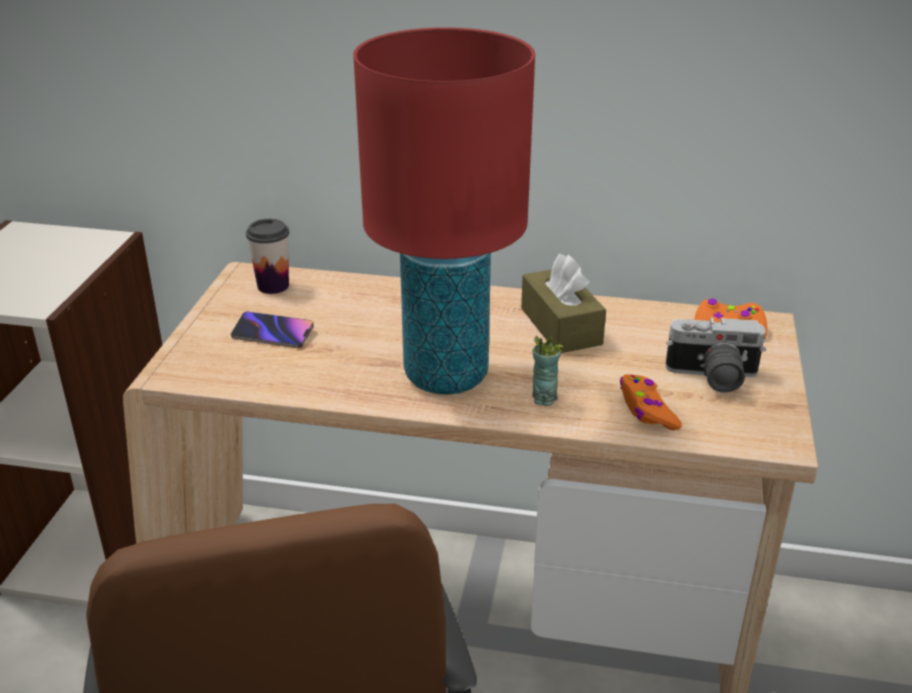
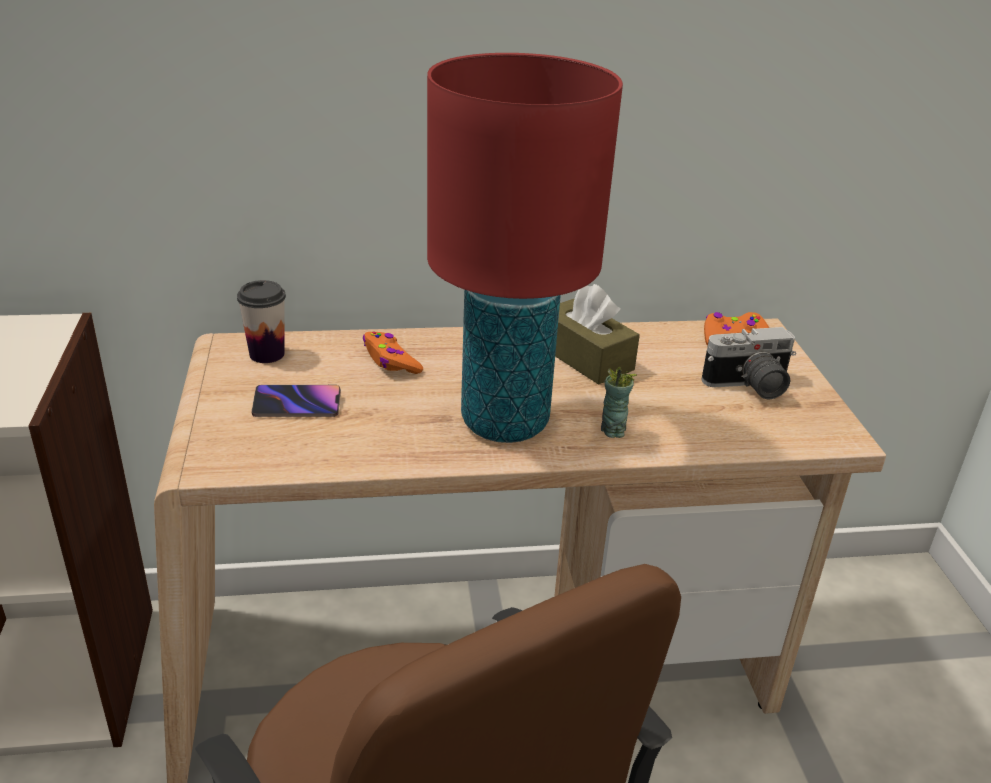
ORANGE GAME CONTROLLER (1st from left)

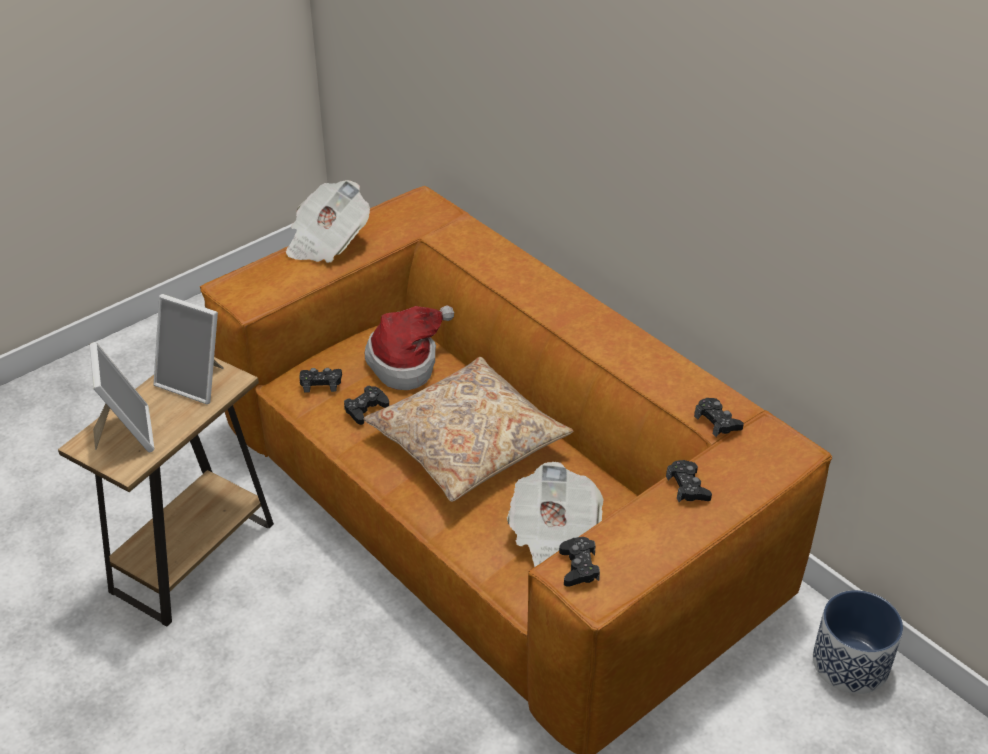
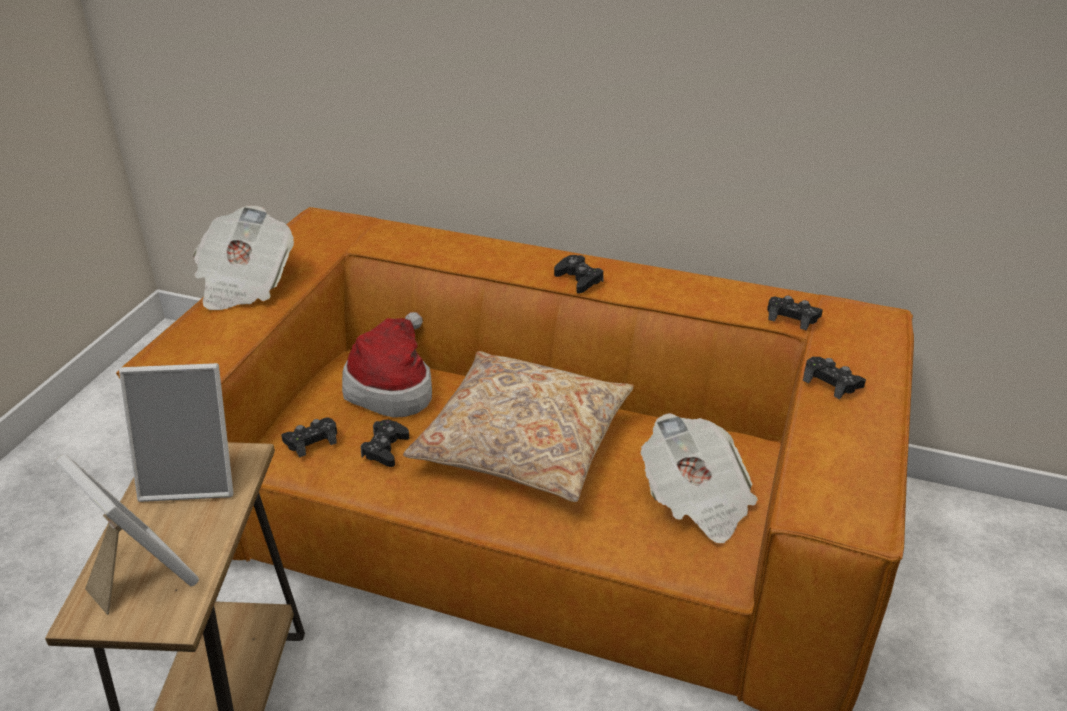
BLACK GAME CONTROLLER (3rd from left)
PLANTER

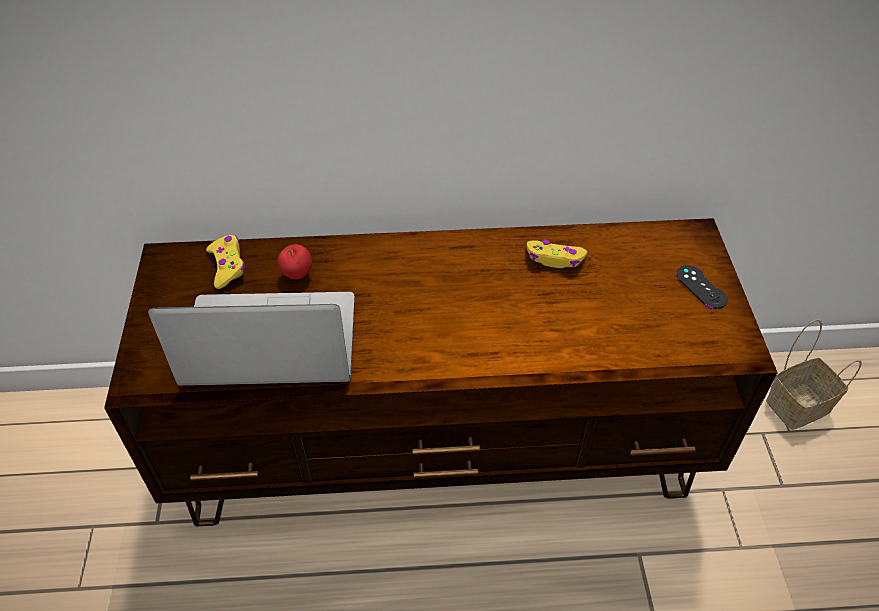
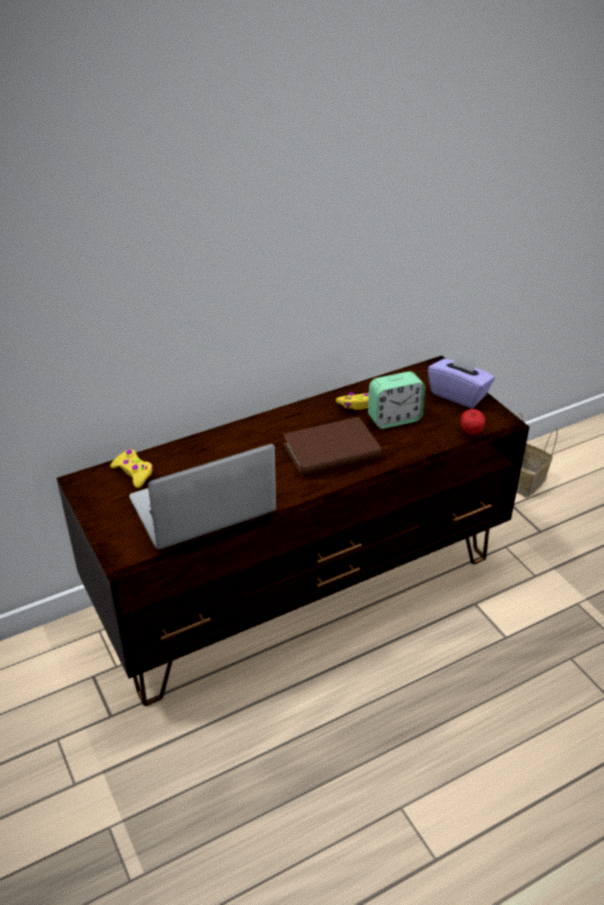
APPLE
PURPLE TISSUE BOX
ALARM CLOCK
BROWN BOOK

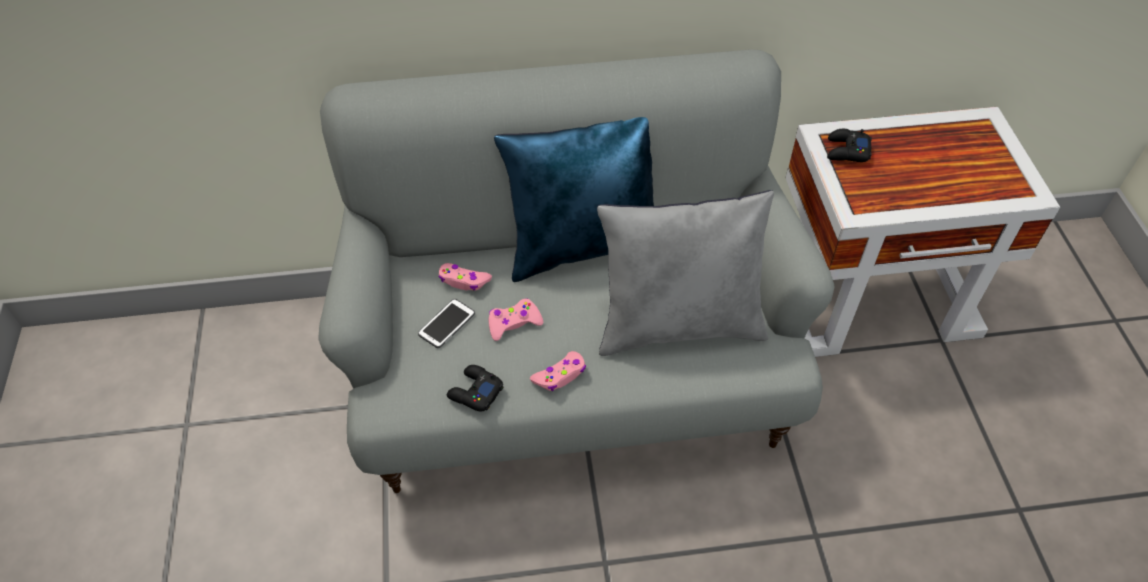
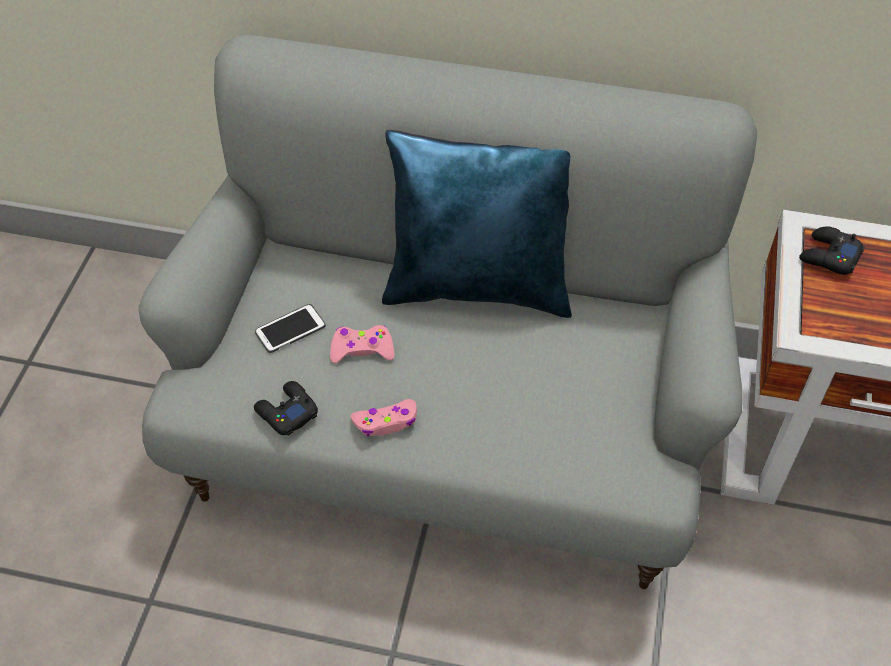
GREY PILLOW
PINK GAME CONTROLLER (1st from left in the first image)

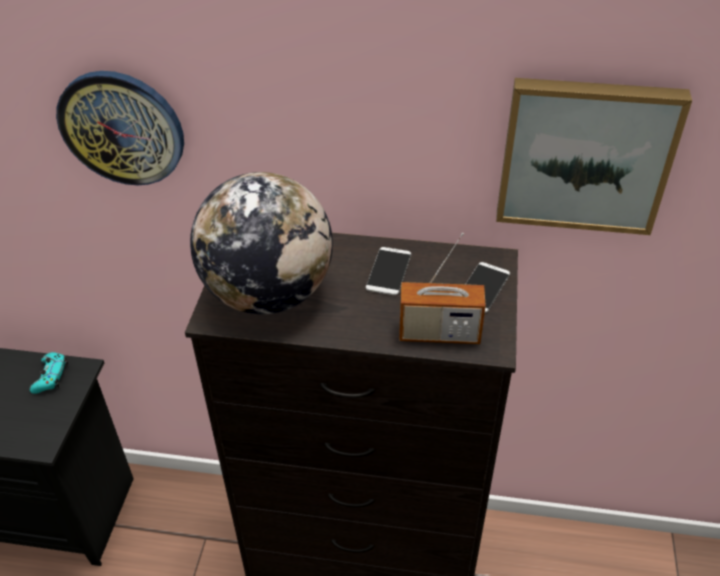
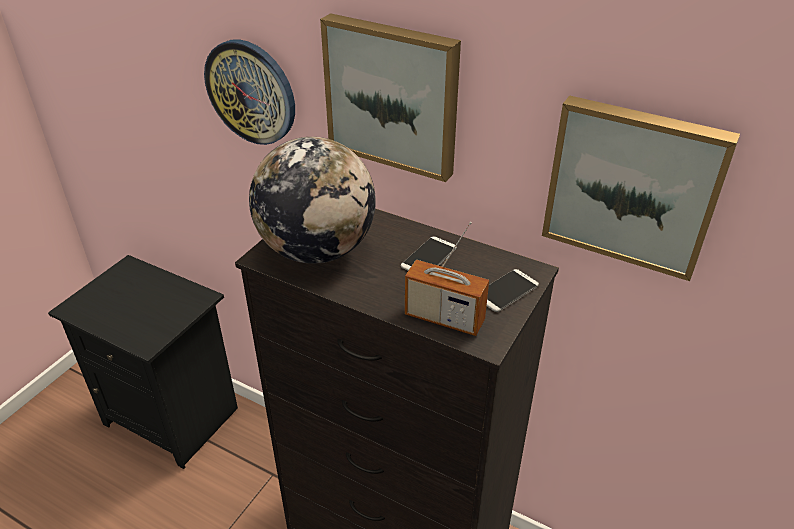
TURQUOISE GAME CONTROLLER
PICTURE (1st from left)

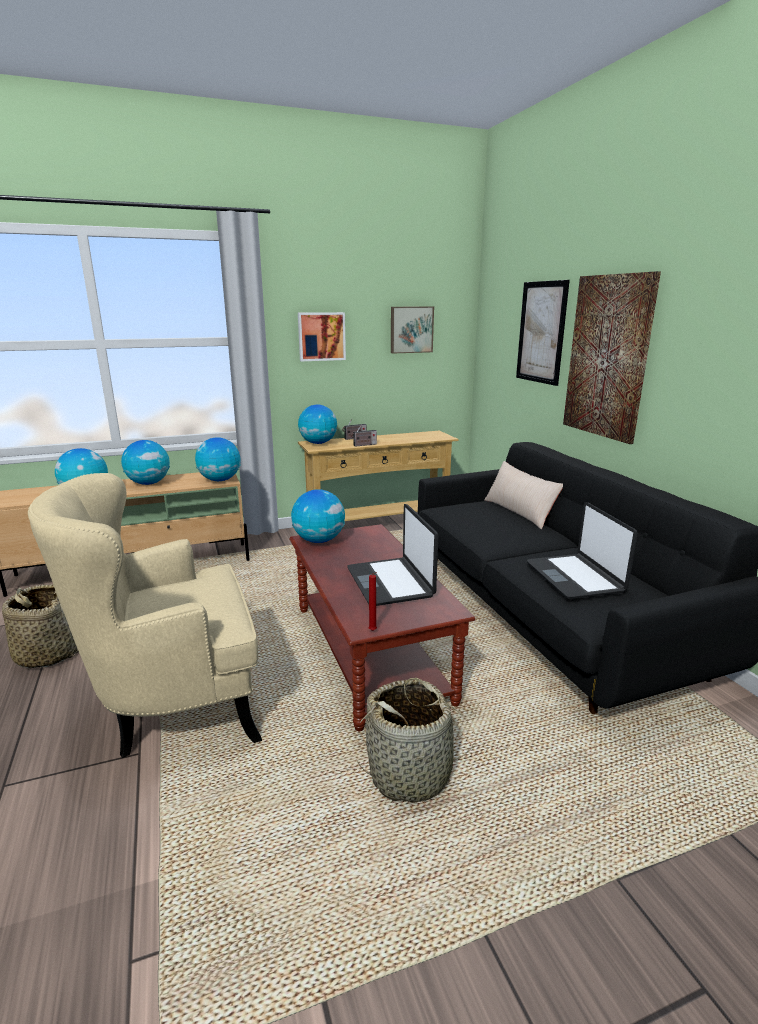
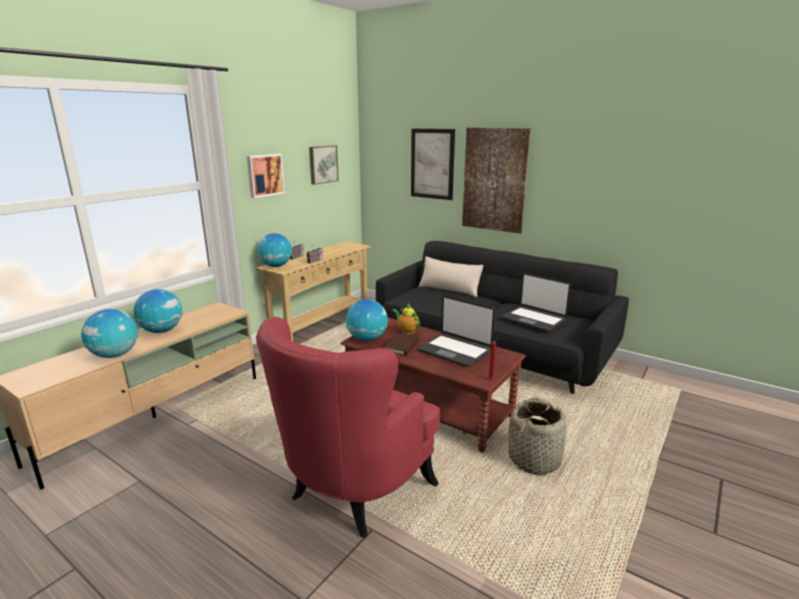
GLOBE (3rd from left in the first image)
RED ARMCHAIR
BASKET (1st from left in the first image)
TEAPOT
BROWN BOOK

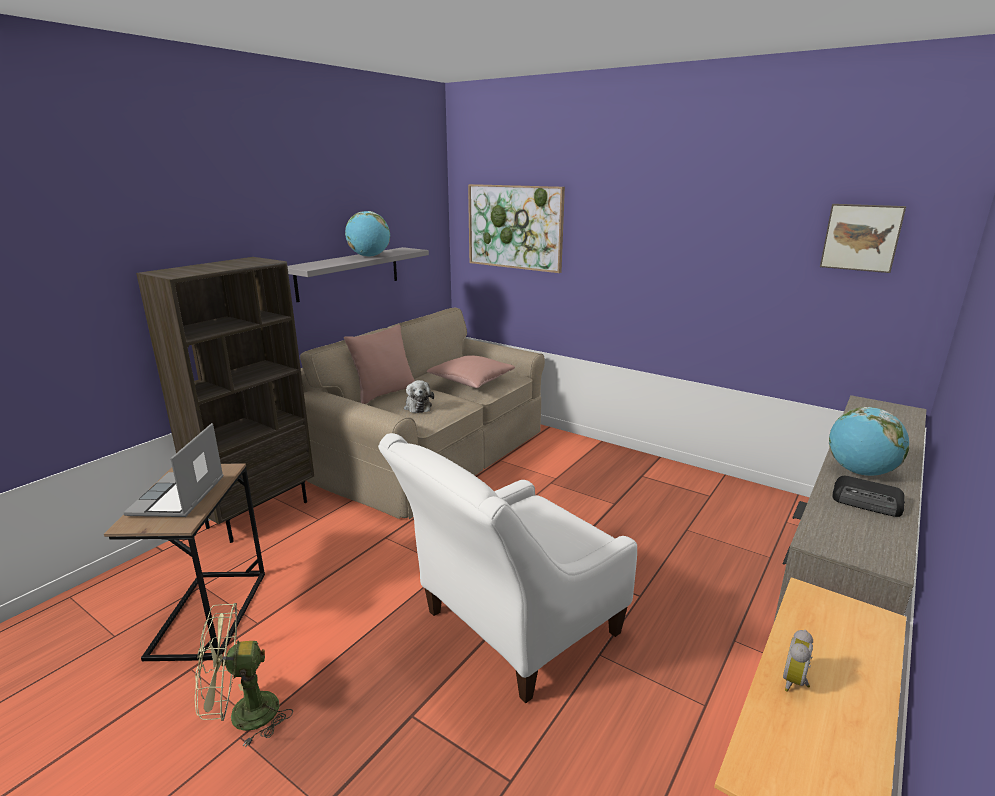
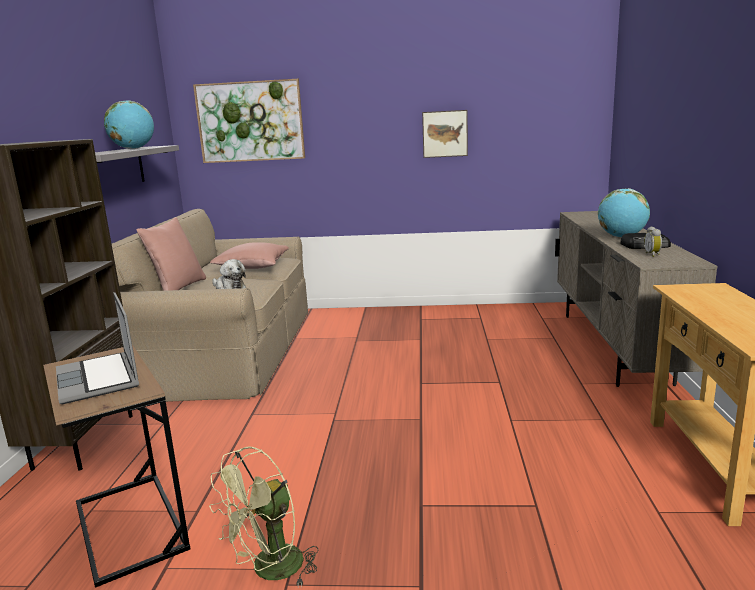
PICTURE (2nd from left)
WHITE ARMCHAIR
ALARM CLOCK

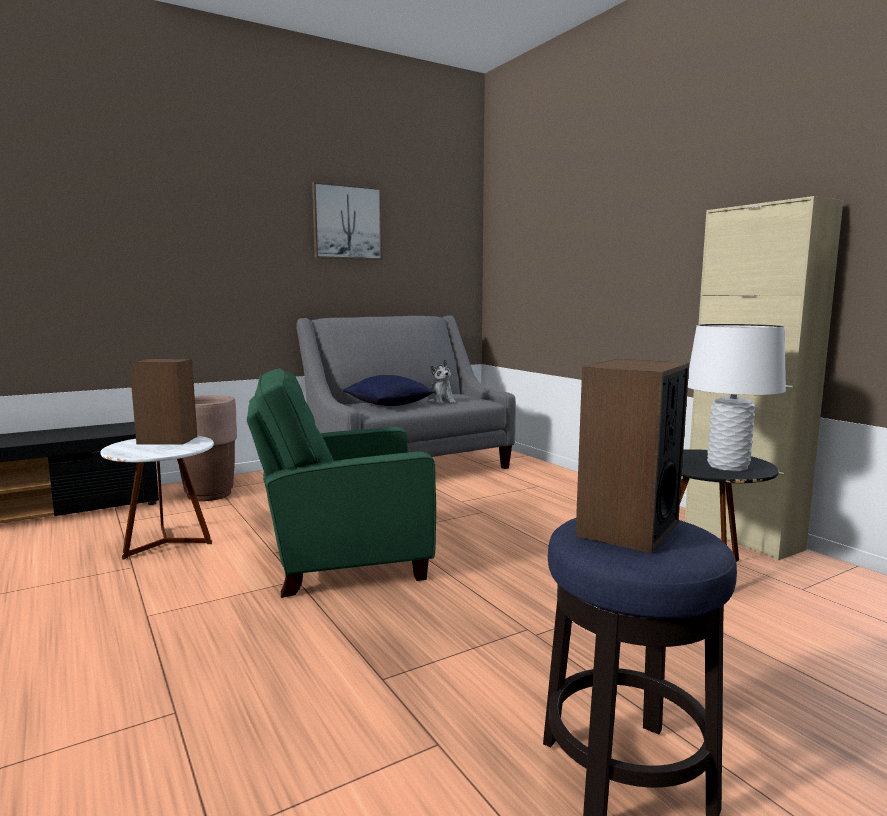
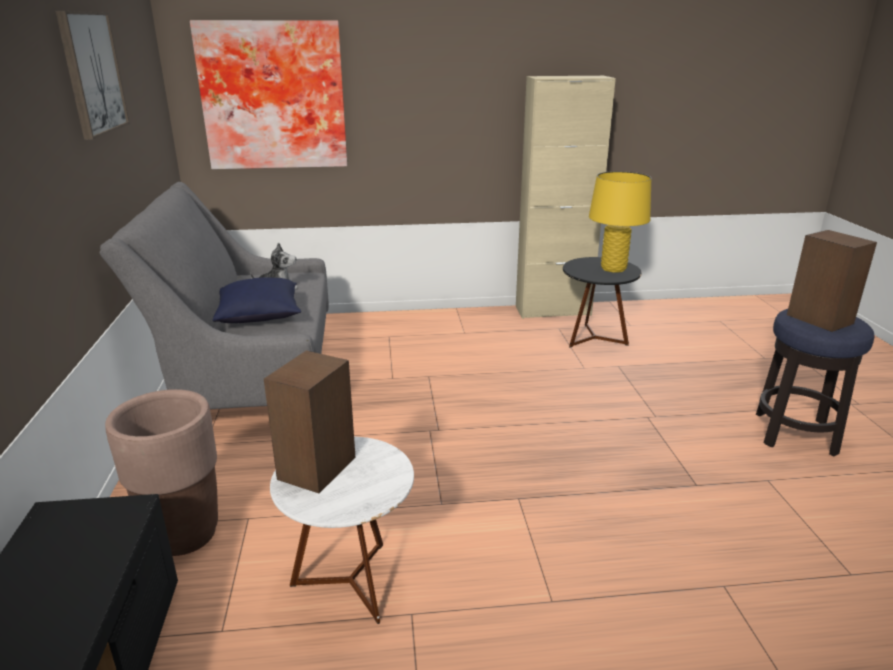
YELLOW TABLE LAMP
GREEN ARMCHAIR
PICTURE (2nd from left)

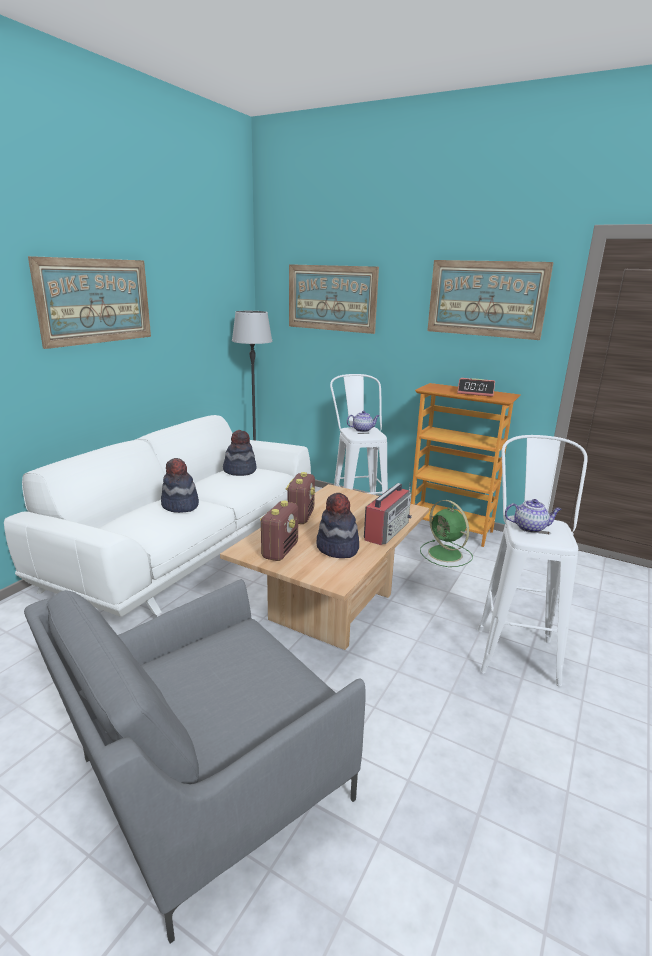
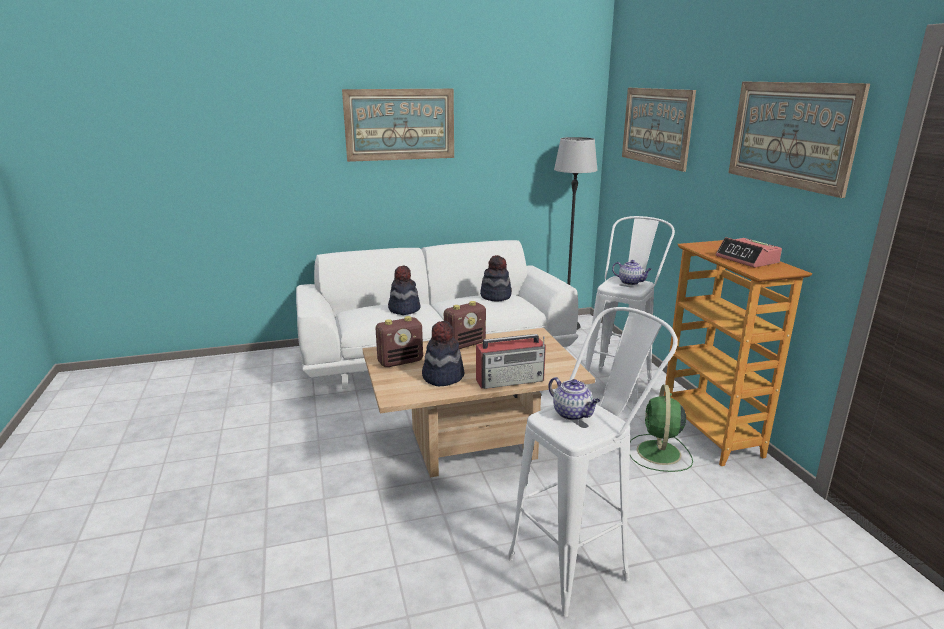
GREY ARMCHAIR

